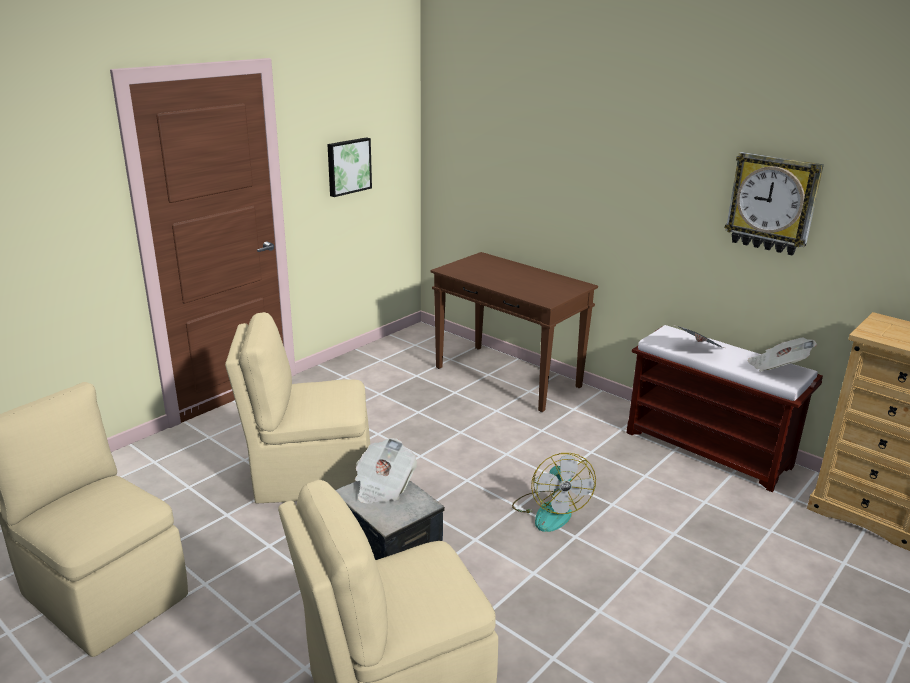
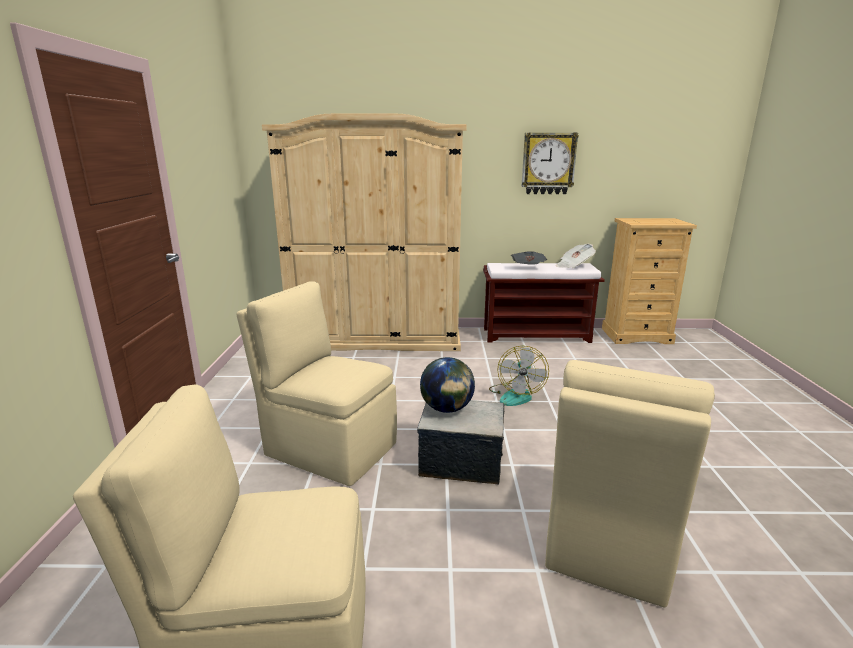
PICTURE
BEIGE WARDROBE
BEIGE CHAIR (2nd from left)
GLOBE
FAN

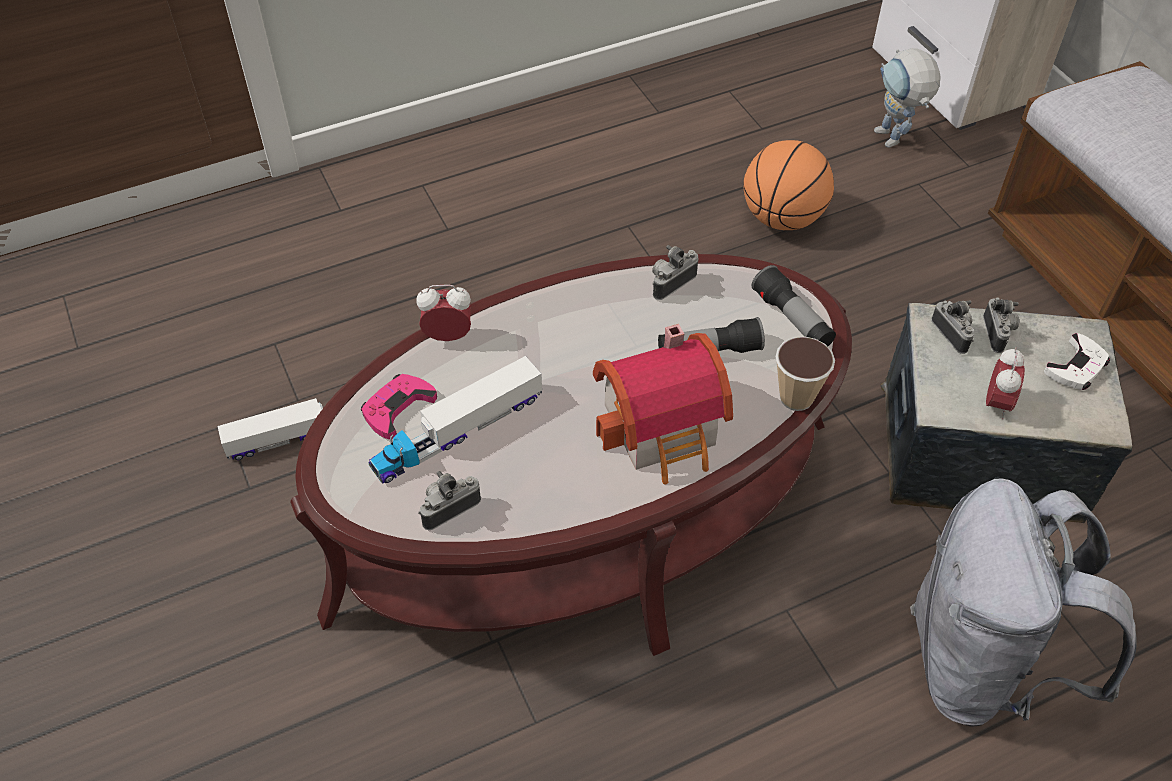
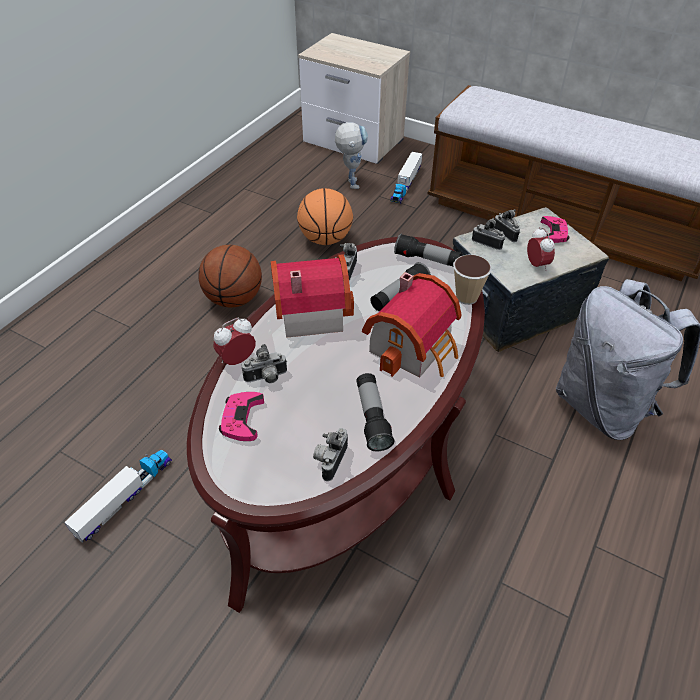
TOY ROBOT
PINK GAME CONTROLLER (2nd from left)
TOY TRUCK (2nd from left)
BASKETBALL (1st from left)
TOY HOUSE (1st from left)
PHOTO CAMERA (1st from left)
FLASHLIGHT (1st from left)

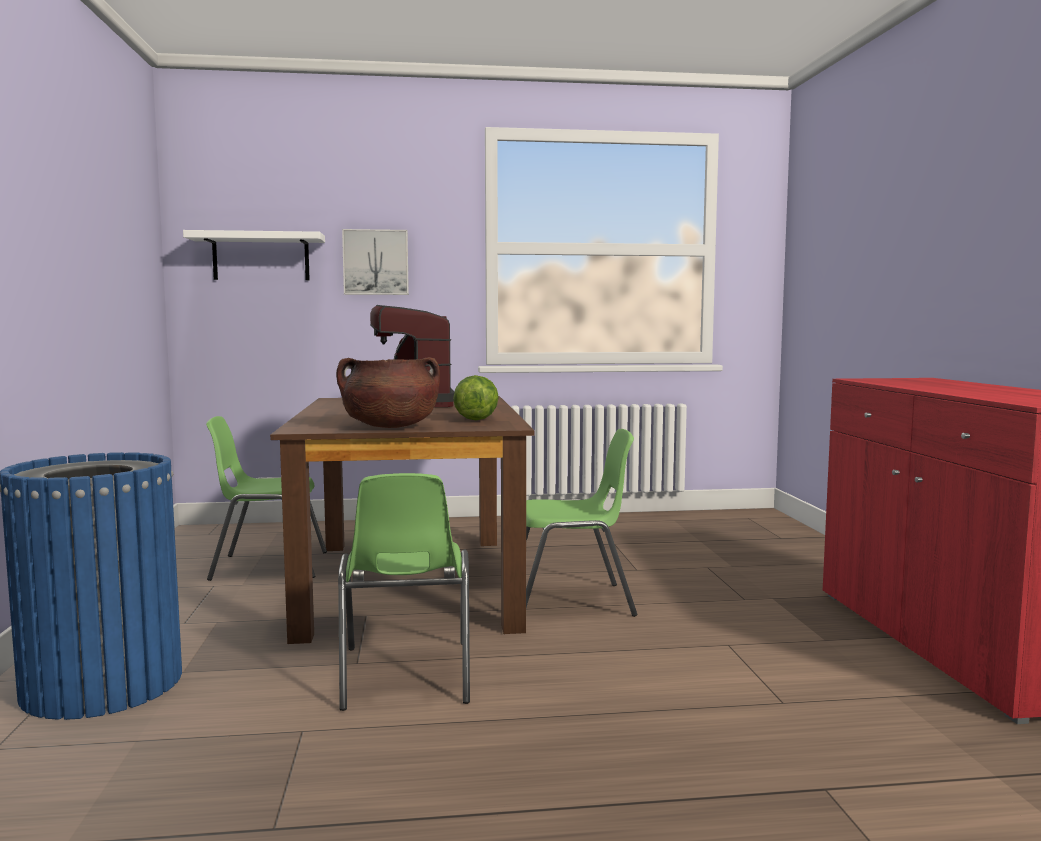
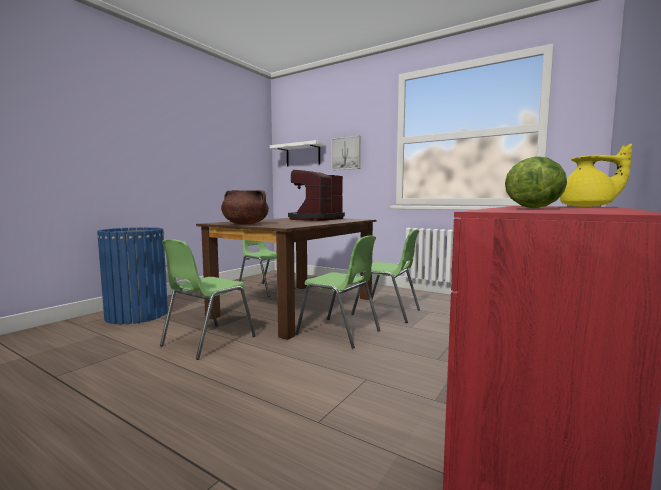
LETTUCE
YELLOW TEAPOT
GREEN CHAIR (4th from left)

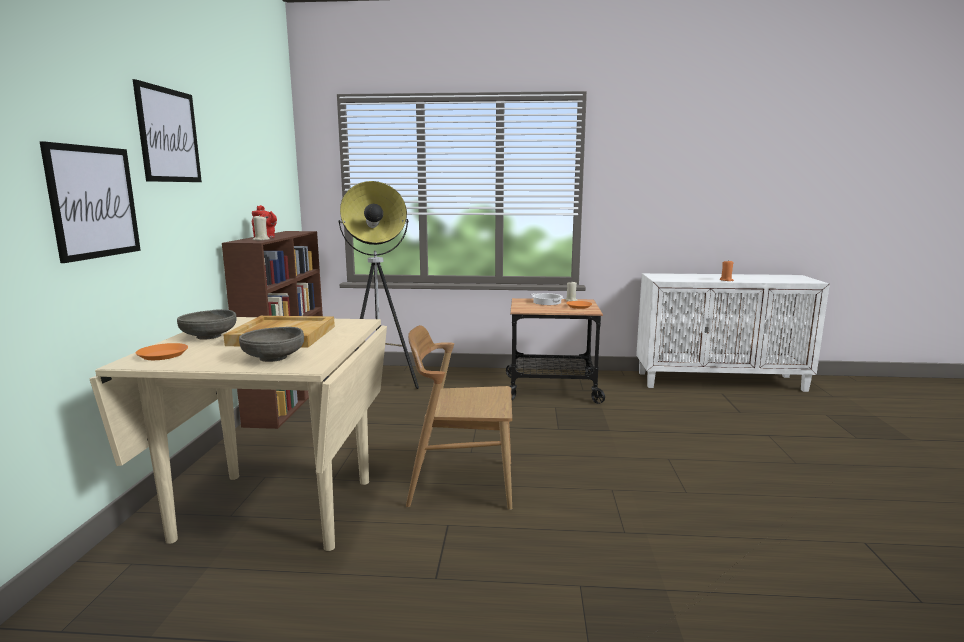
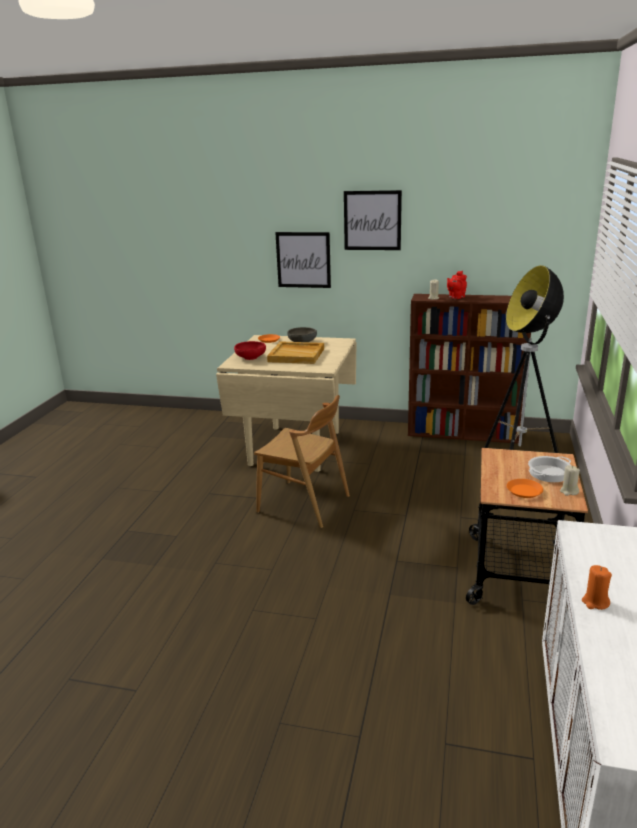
BROWN CHAIR
RED BOWL

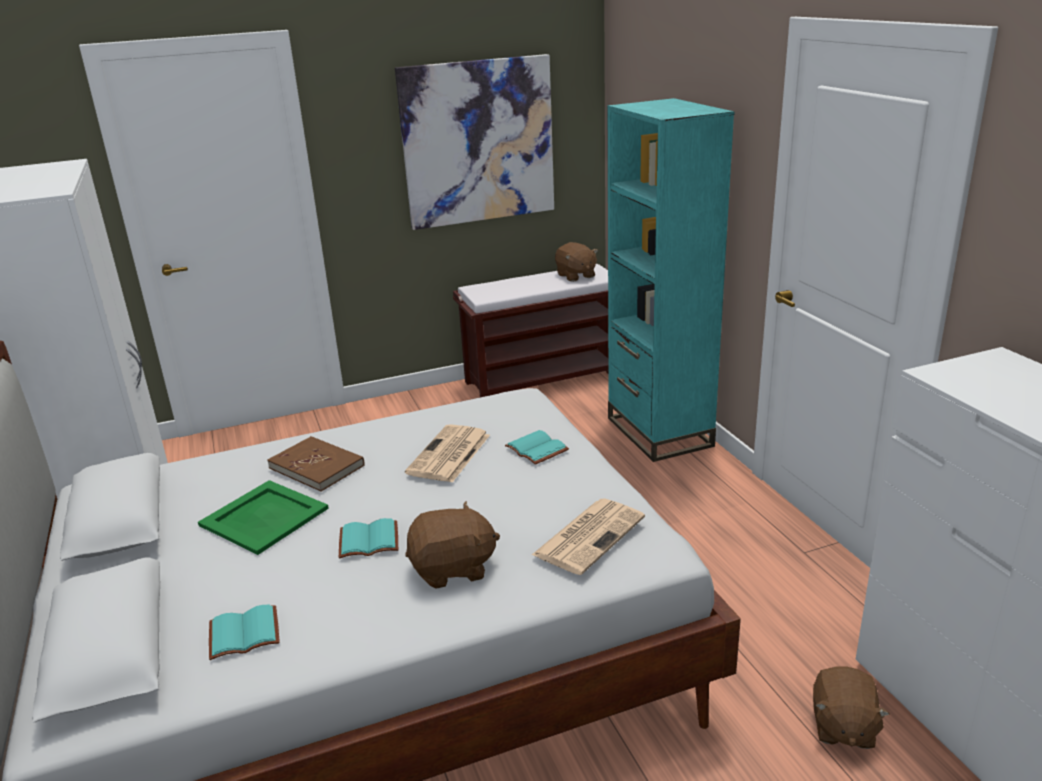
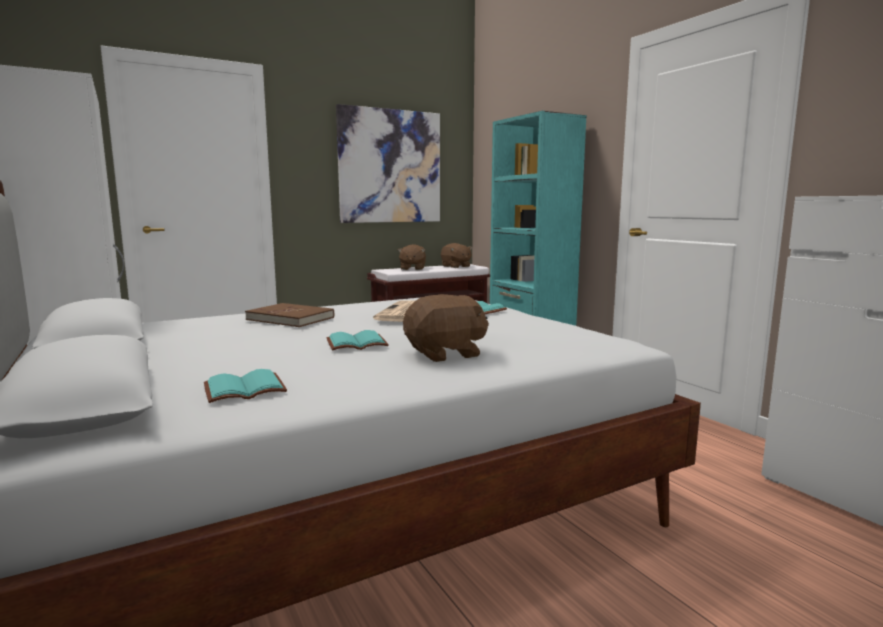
GREEN TRAY
NEWSPAPER (2nd from left in the first image)
BROWN PLUSH TOY (1st from left)

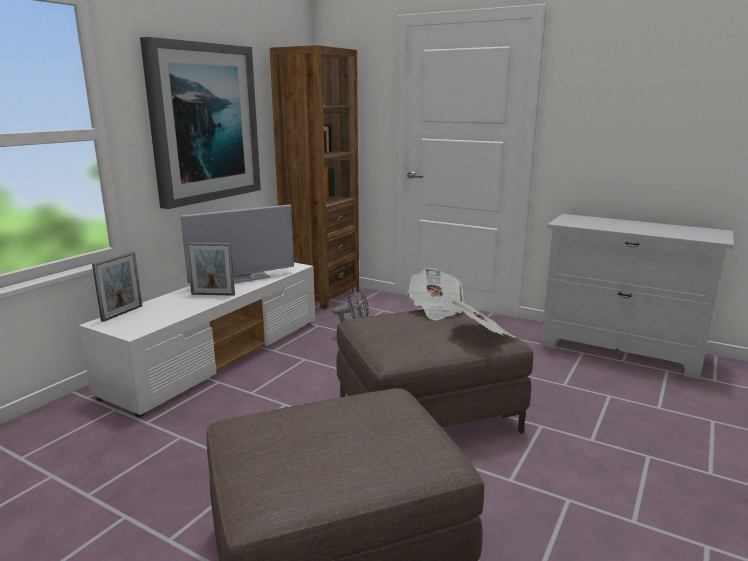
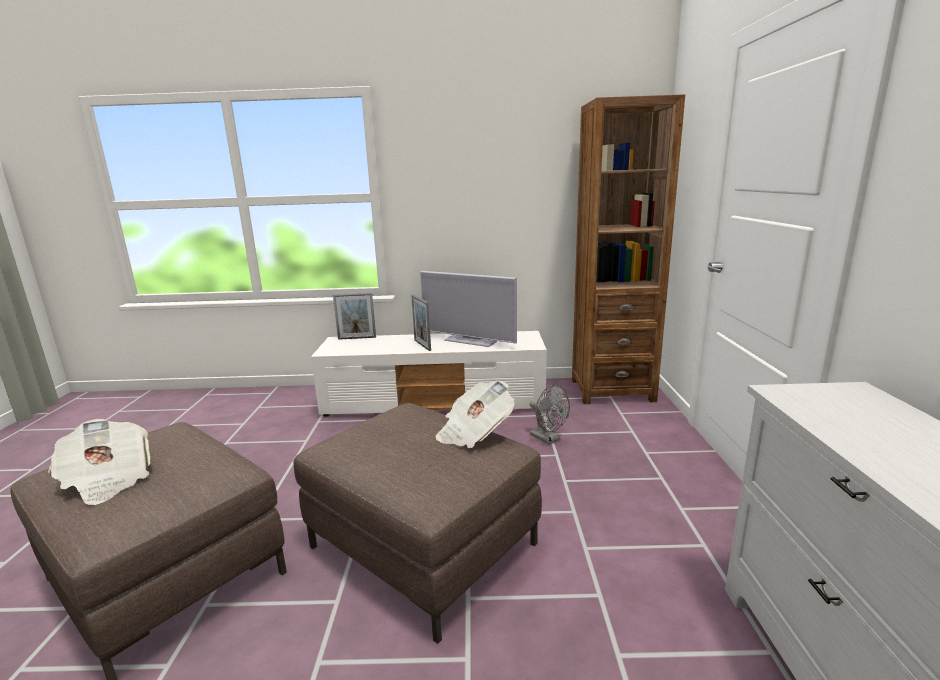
PICTURE
NEWSPAPER (1st from left)

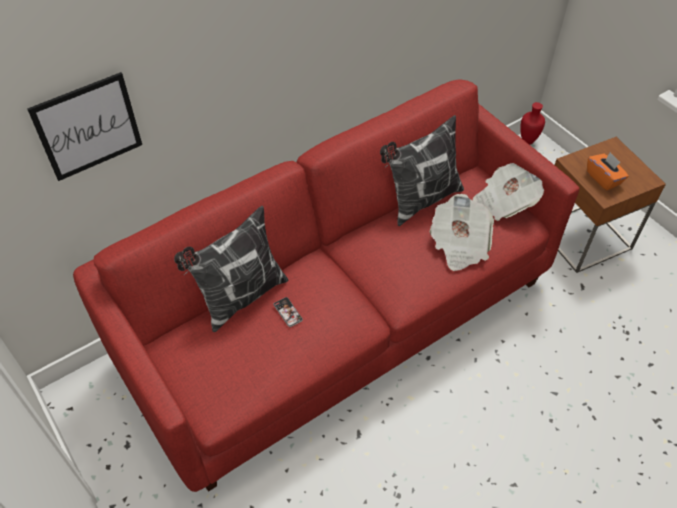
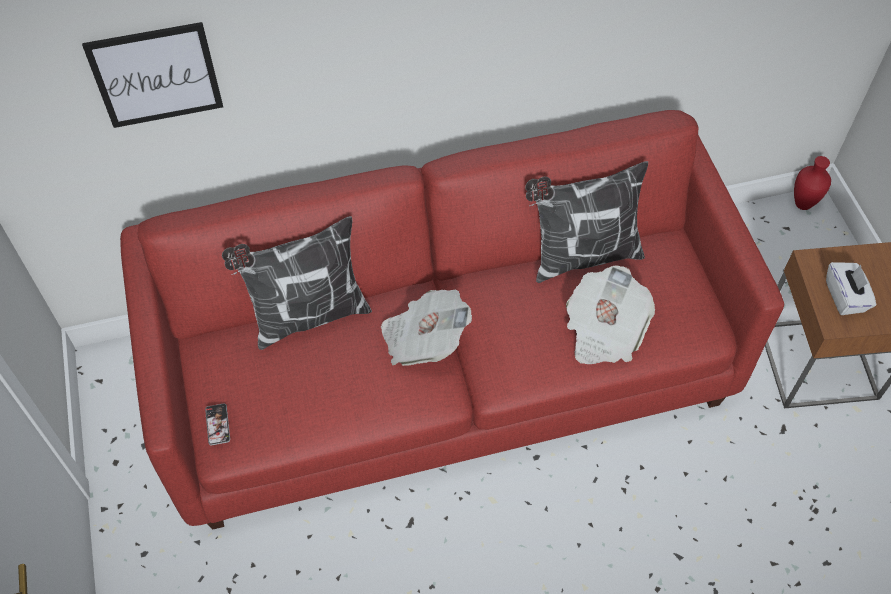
WHITE TISSUE BOX
NEWSPAPER (1st from left)
PHONE

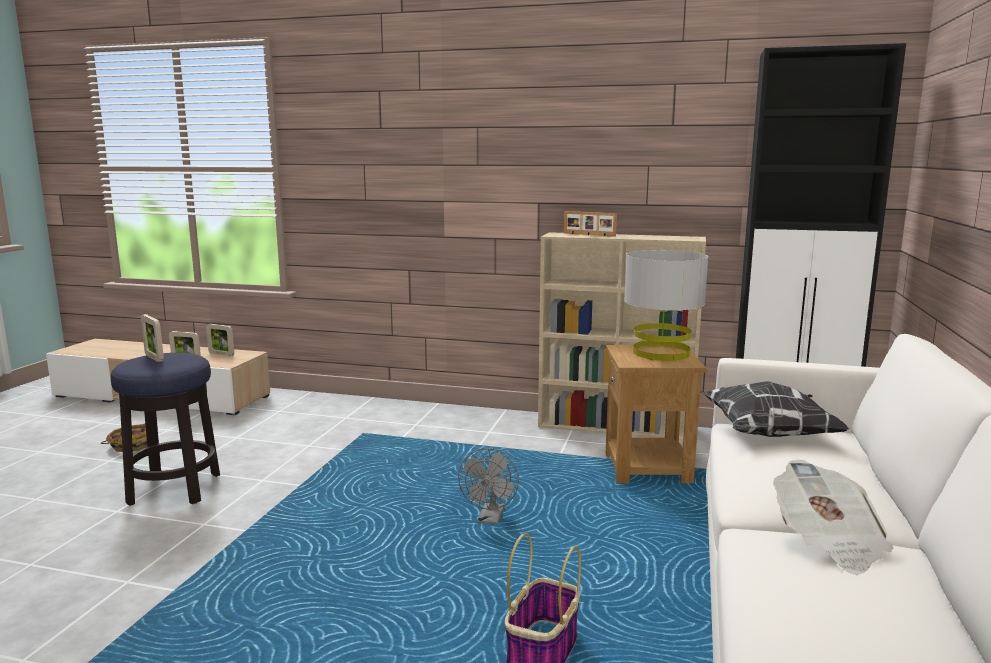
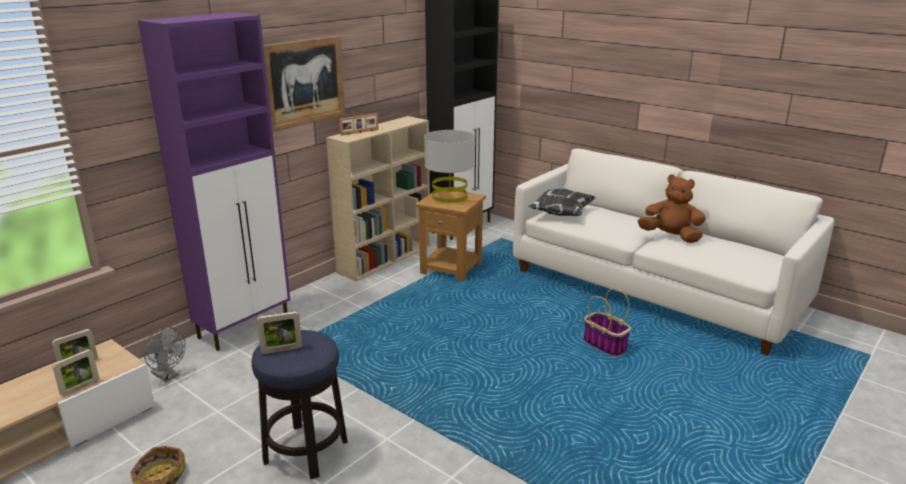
GREY FAN
BROWN PLUSH TOY
PURPLE CABINET
PICTURE

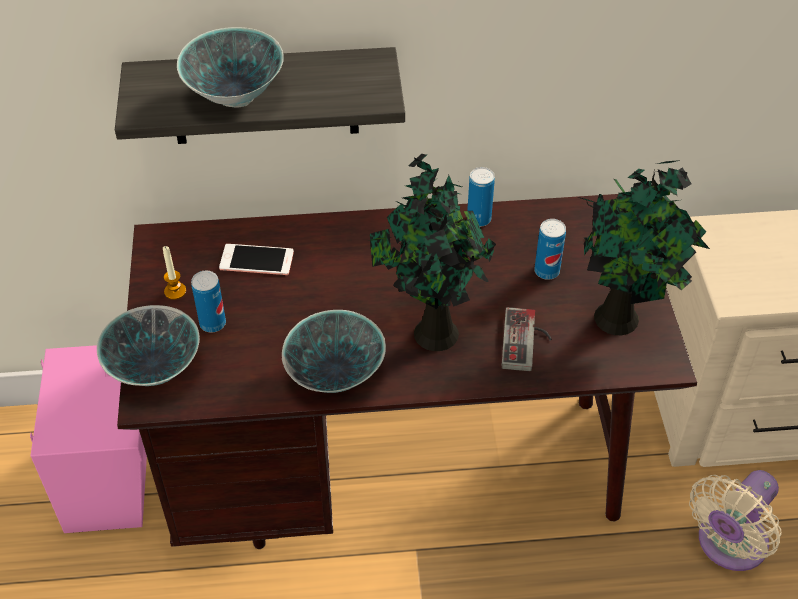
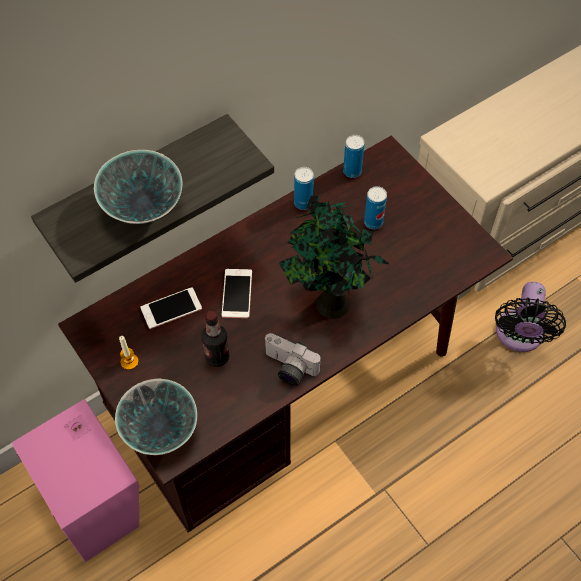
POTTED PLANT (2nd from left in the first image)
CAN (2nd from left)
GAME CONTROLLER
PHOTO CAMERA
BLACK FAN
PHONE (2nd from left)
BOTTLE

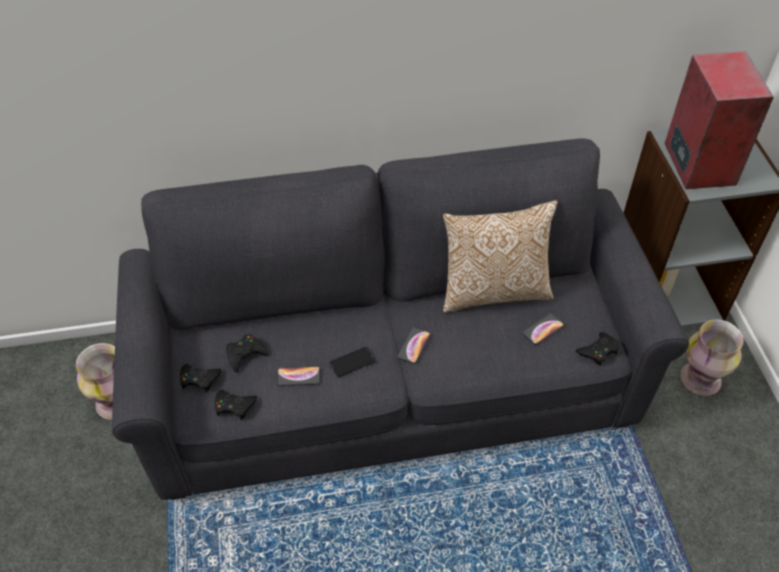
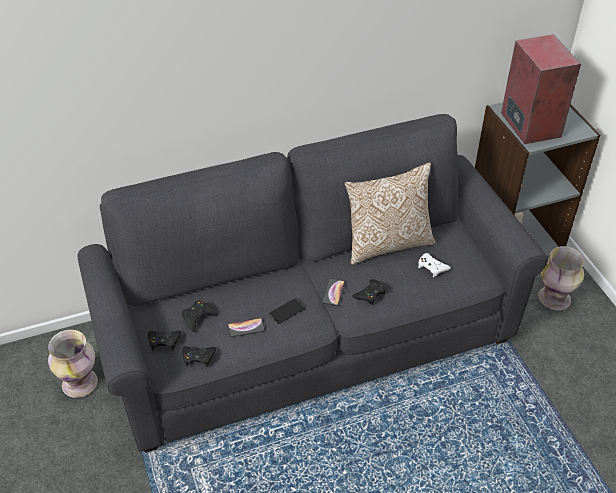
WHITE GAME CONTROLLER
BLACK GAME CONTROLLER (4th from left)

